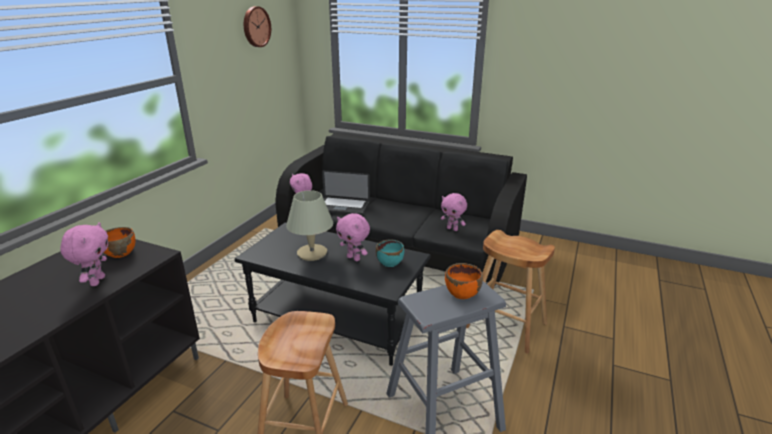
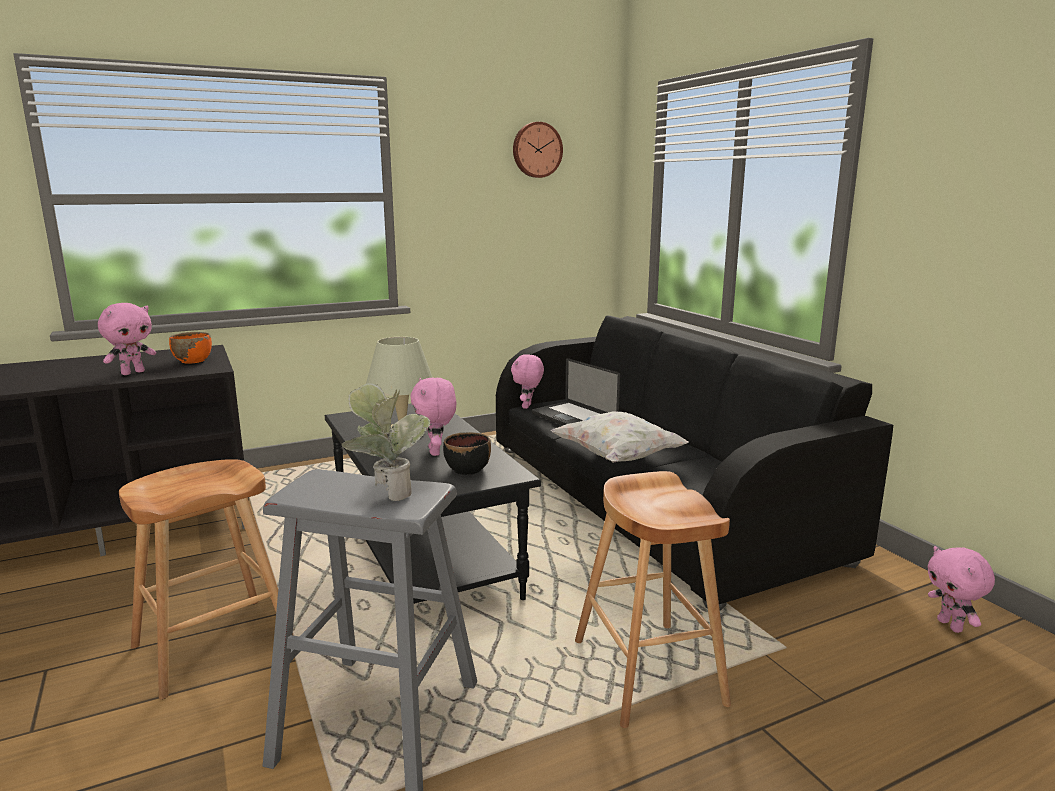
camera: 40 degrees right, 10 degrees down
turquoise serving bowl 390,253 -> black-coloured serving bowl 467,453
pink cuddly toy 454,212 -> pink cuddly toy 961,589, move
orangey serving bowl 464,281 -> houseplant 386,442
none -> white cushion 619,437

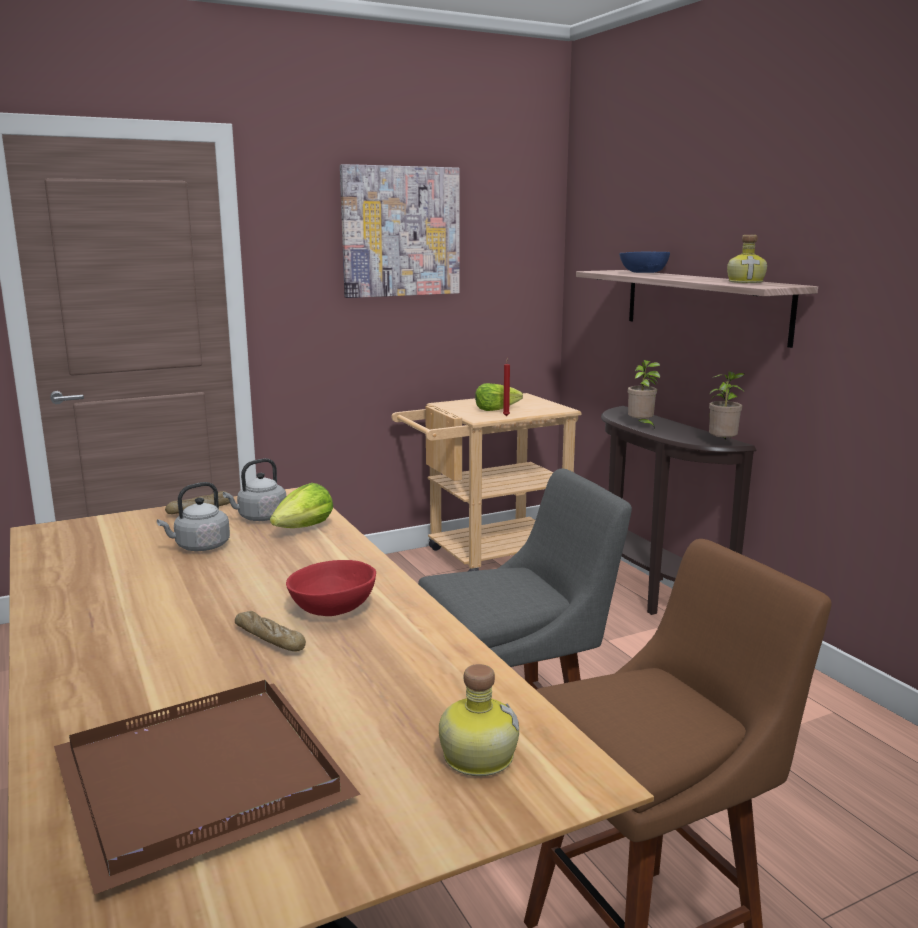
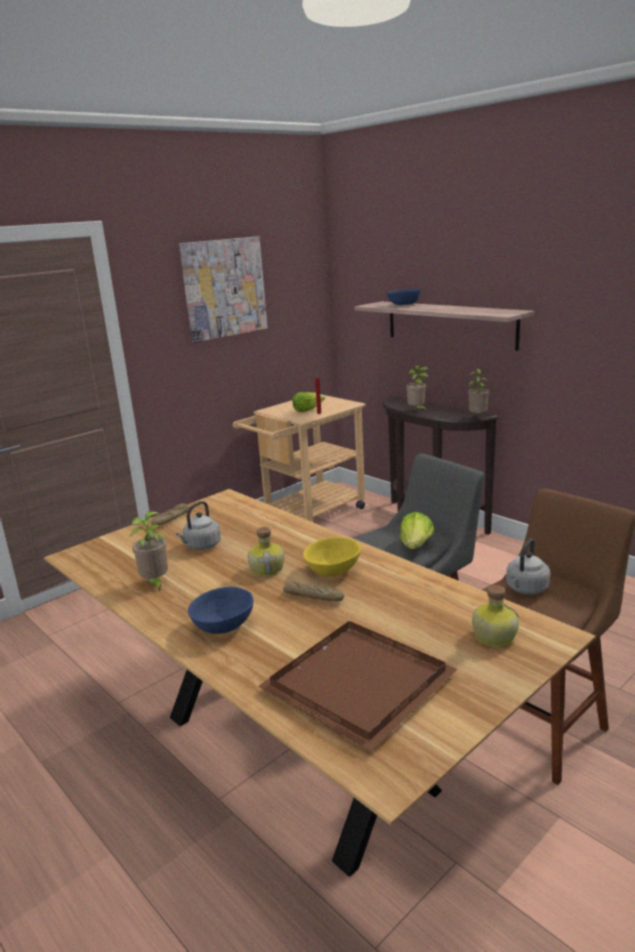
camera: 15 degrees left, 5 degrees up
grey water kettle 254,489 -> grey water kettle 528,567, move
lettuce 301,505 -> lettuce 417,530, move
red serving bowl 331,588 -> yellow-coloured serving bowl 332,556
beverage bottle 747,259 -> beverage bottle 266,552, move
none -> houseplant 149,551
none -> bluish serving bowl 221,610

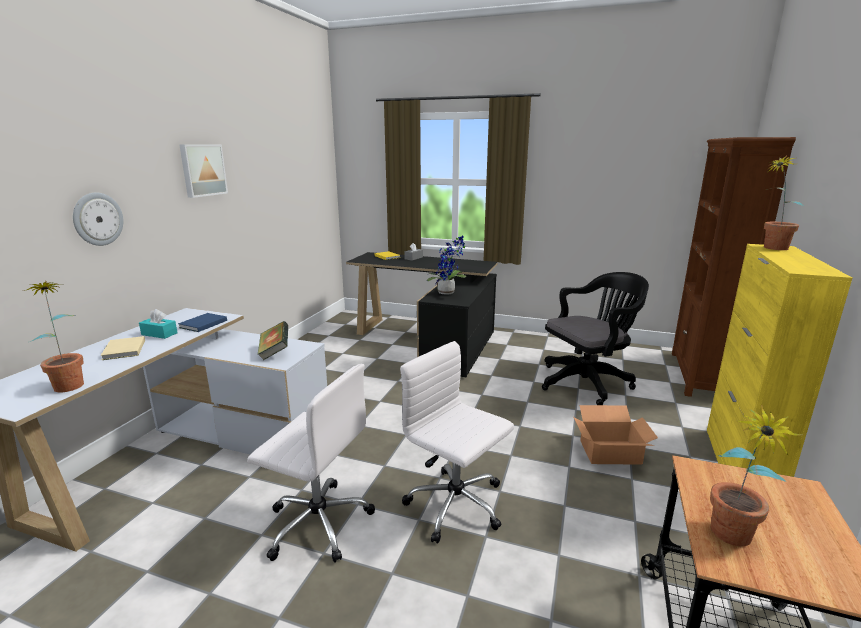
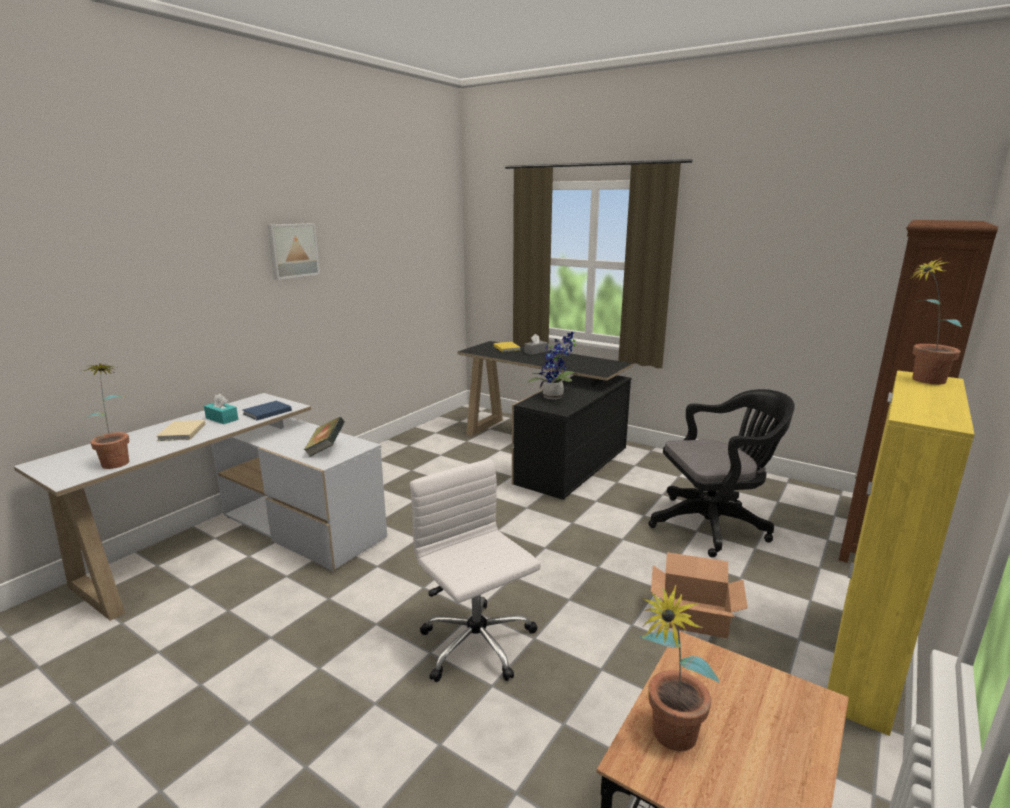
camera: 15 degrees right, 0 degrees up
hanging clock 98,219 -> none
white office chair 311,463 -> none

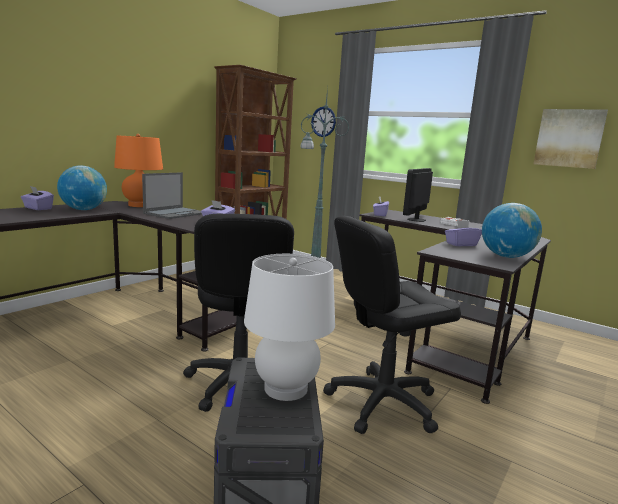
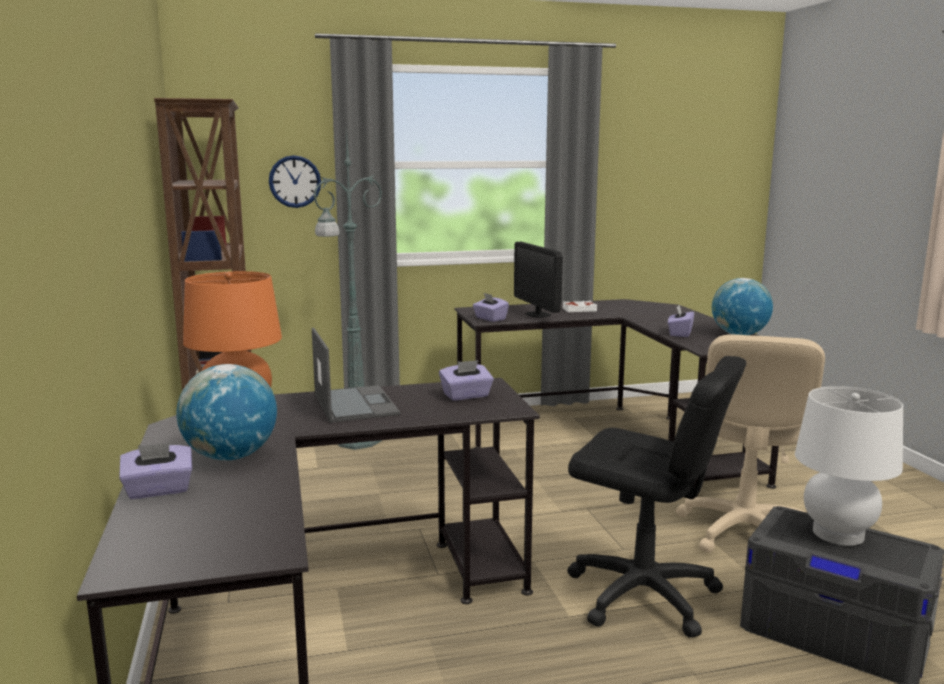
camera: 50 degrees left, 0 degrees up
black-coloured office chair 392,325 -> sand-coloured office chair 750,443
picture 570,139 -> none

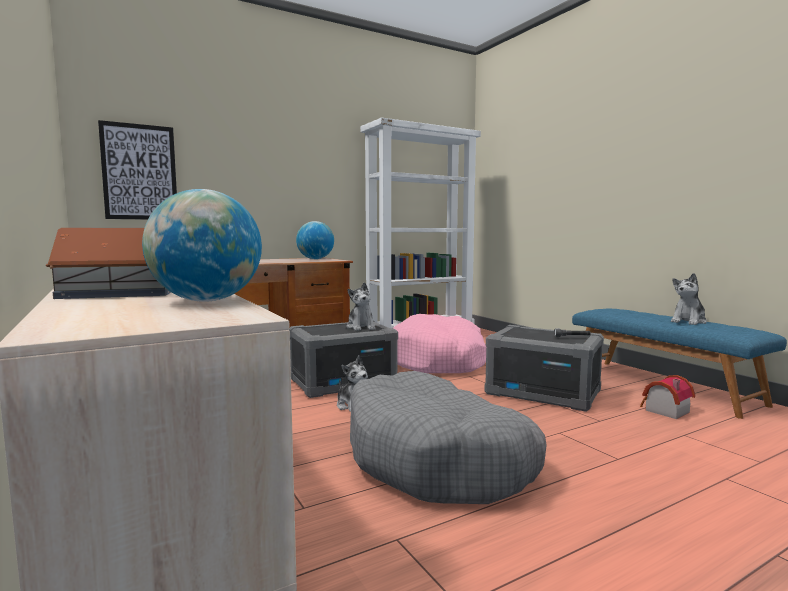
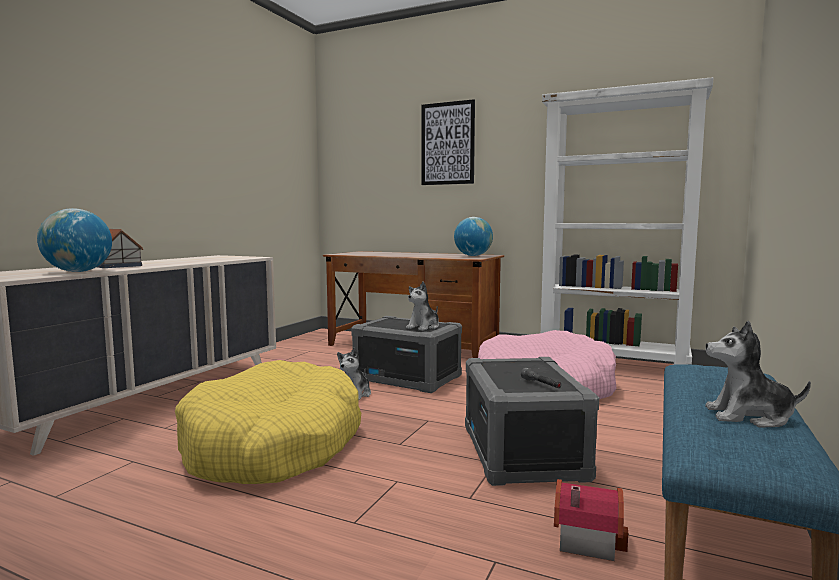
camera: 55 degrees right, 0 degrees up
picture 137,170 -> picture 448,142, move
grey dog cushion 448,437 -> yellow-coloured dog cushion 268,422

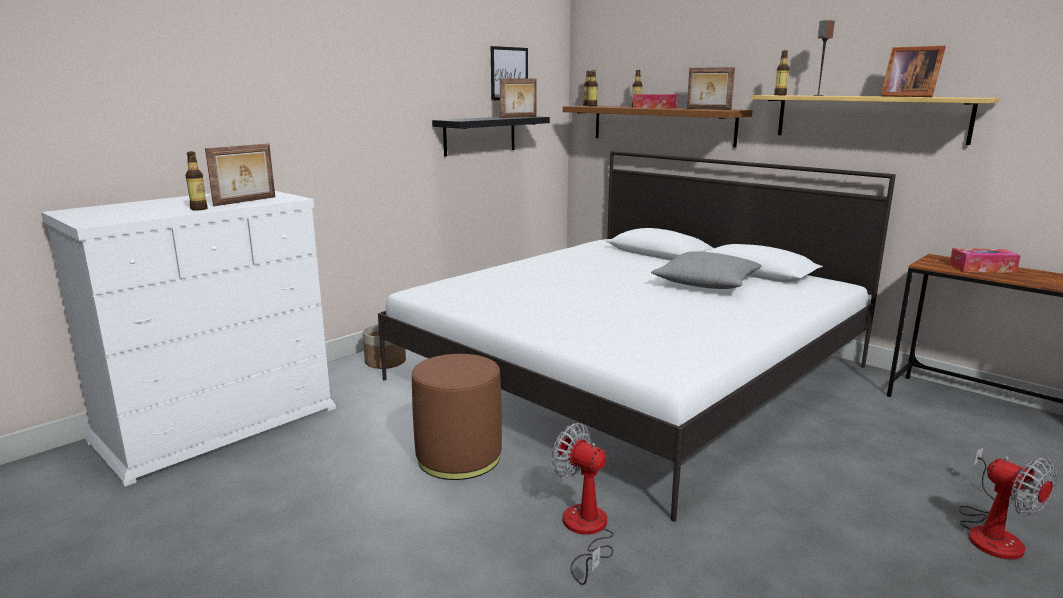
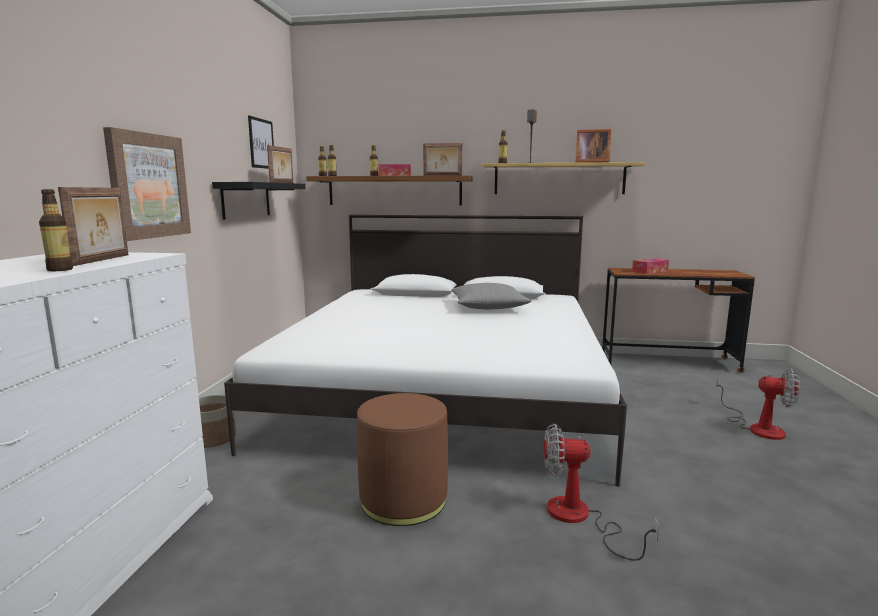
camera: 35 degrees left, 5 degrees down
none -> picture 147,184

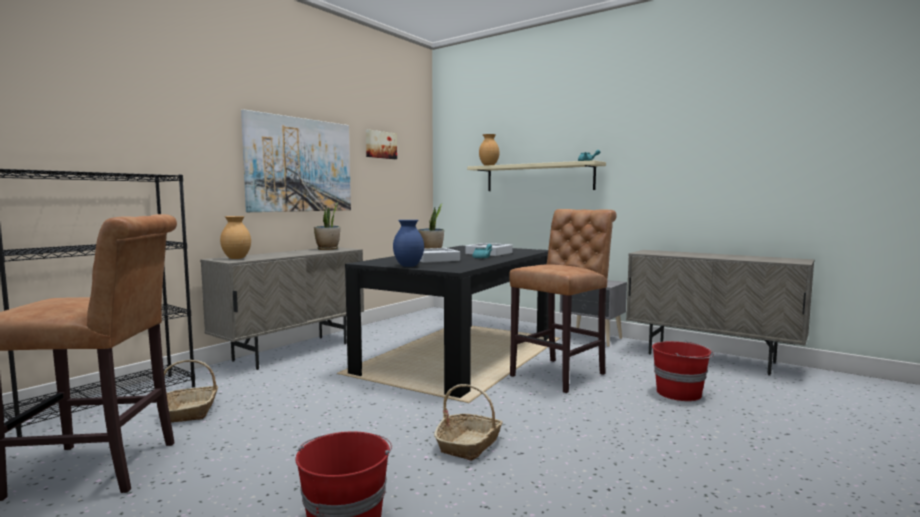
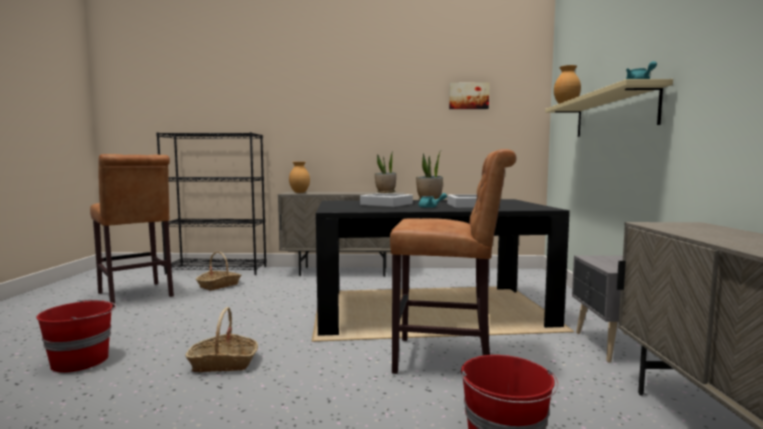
camera: 55 degrees right, 0 degrees up
picture 296,161 -> none
bluish flower vase 408,243 -> none

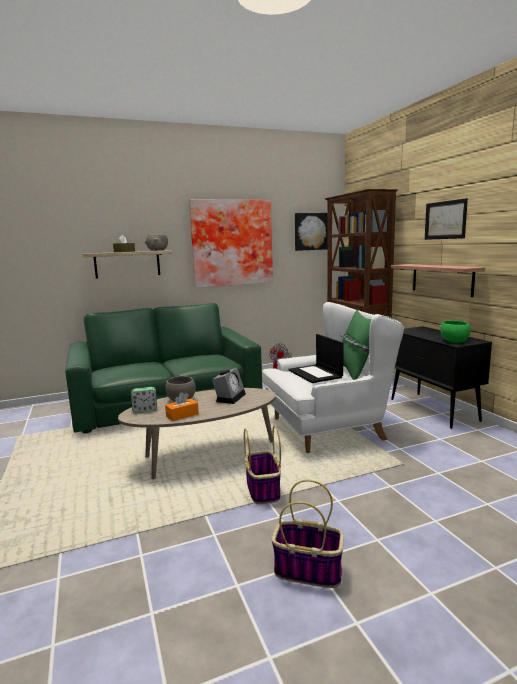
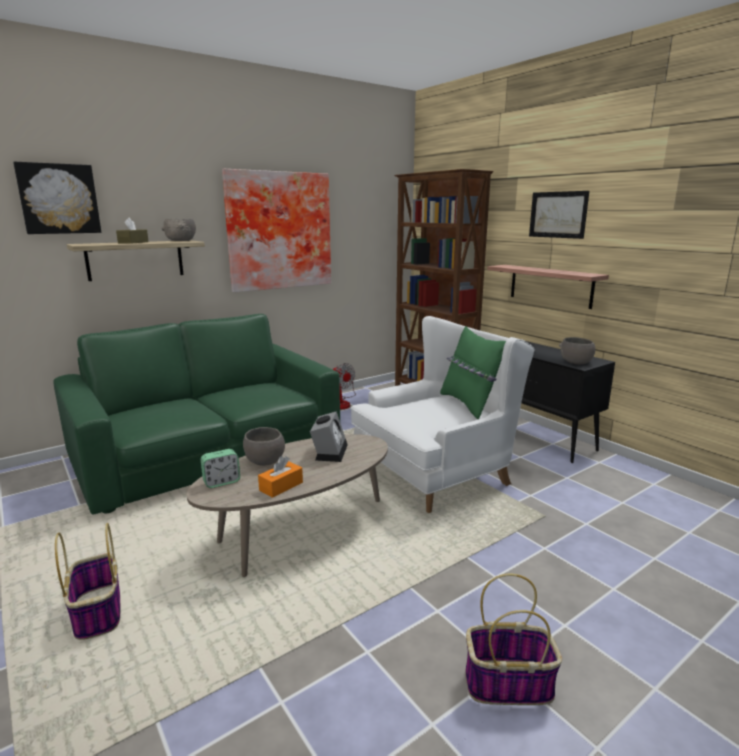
camera: 15 degrees left, 5 degrees up
basket 262,465 -> basket 87,581, move
portable computer 316,358 -> none
picture 311,232 -> picture 57,198, move
greenish serving bowl 455,331 -> grey serving bowl 577,350

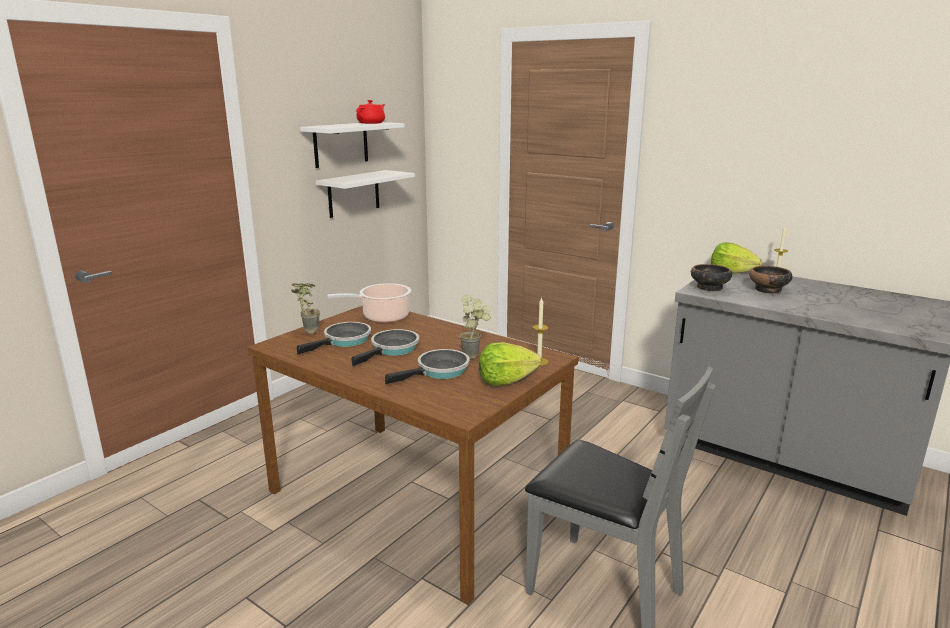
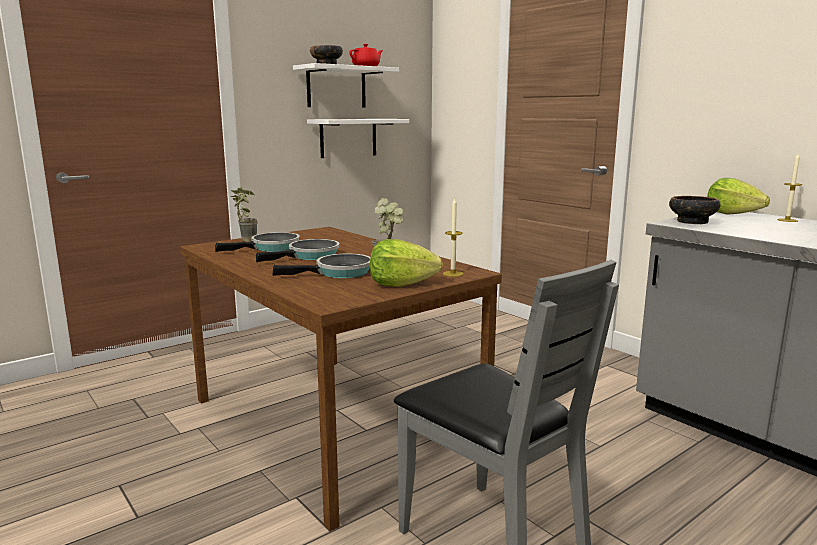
camera: 15 degrees right, 5 degrees down
cooking pot 369,303 -> none
serving bowl 771,279 -> serving bowl 326,54, move

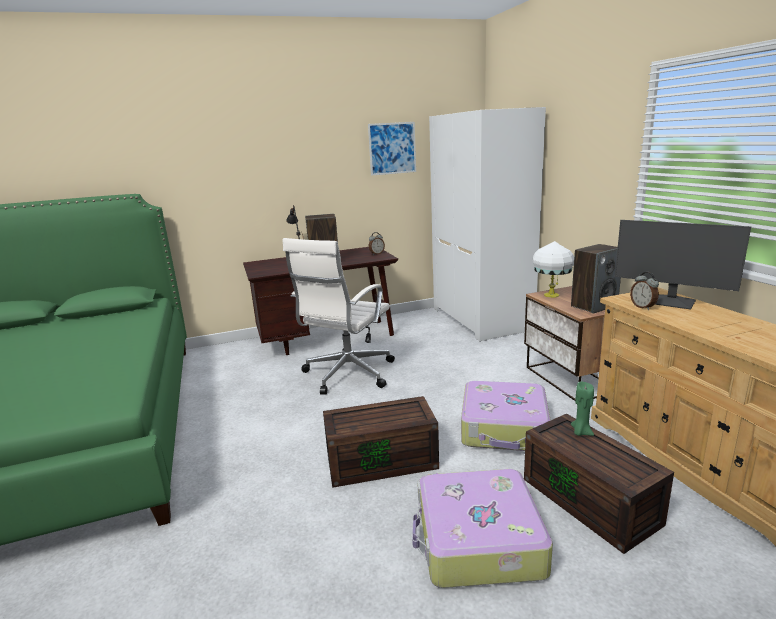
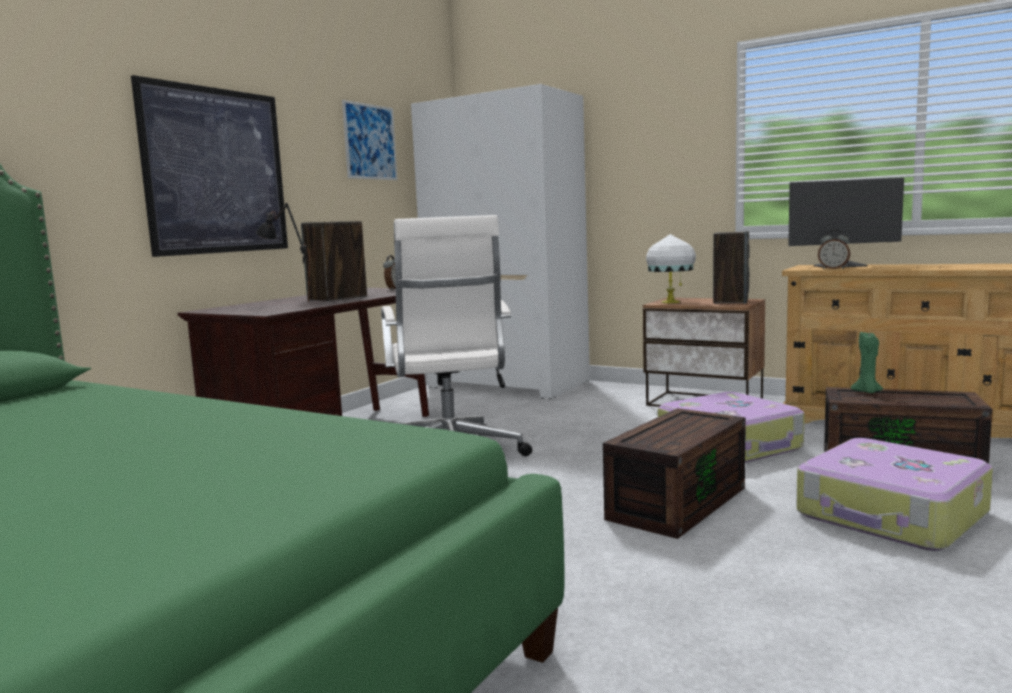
camera: 40 degrees left, 10 degrees down
none -> picture 209,166

